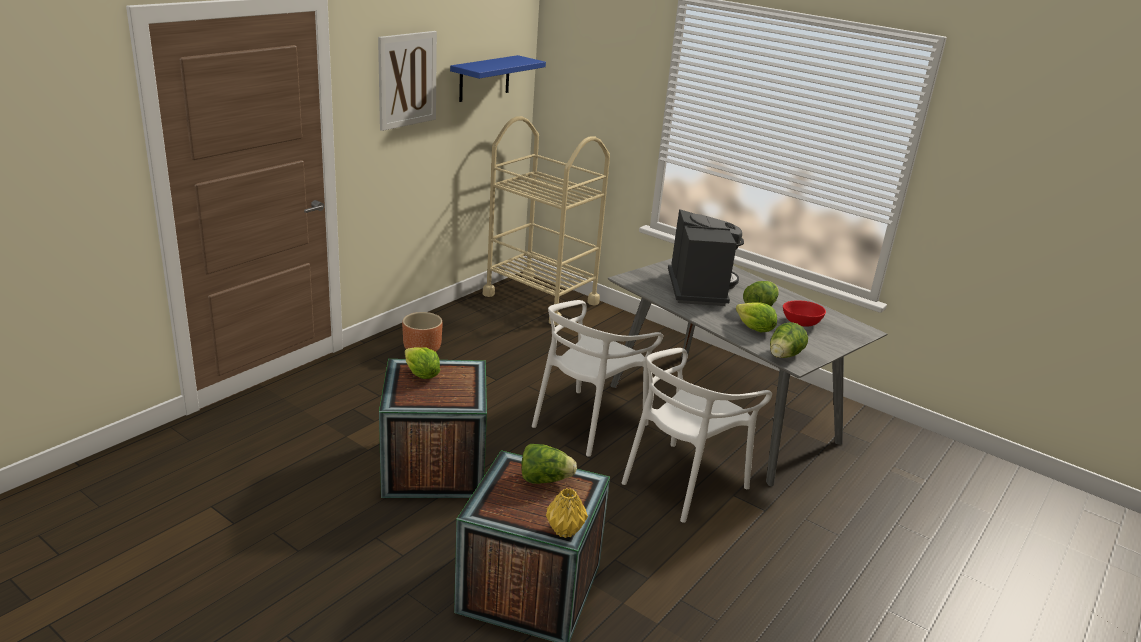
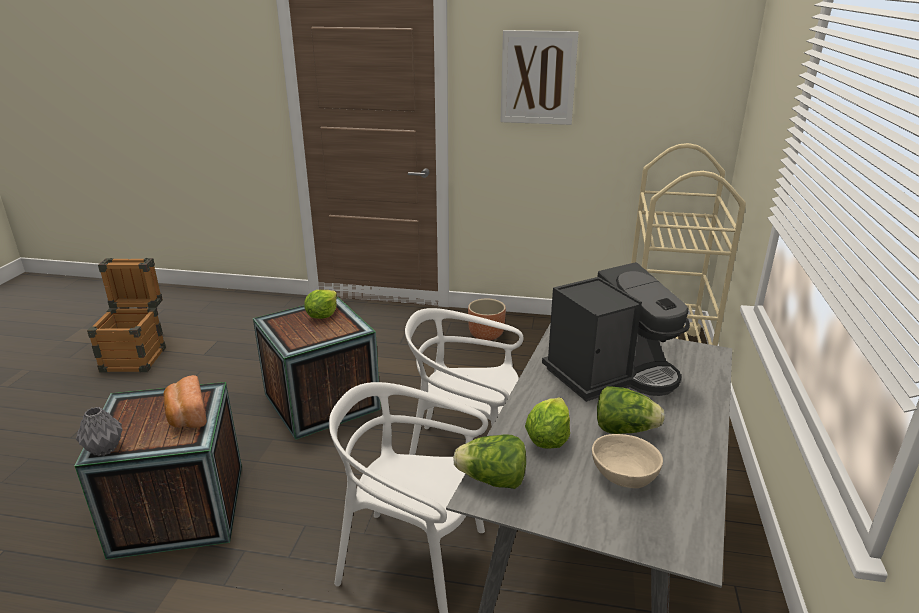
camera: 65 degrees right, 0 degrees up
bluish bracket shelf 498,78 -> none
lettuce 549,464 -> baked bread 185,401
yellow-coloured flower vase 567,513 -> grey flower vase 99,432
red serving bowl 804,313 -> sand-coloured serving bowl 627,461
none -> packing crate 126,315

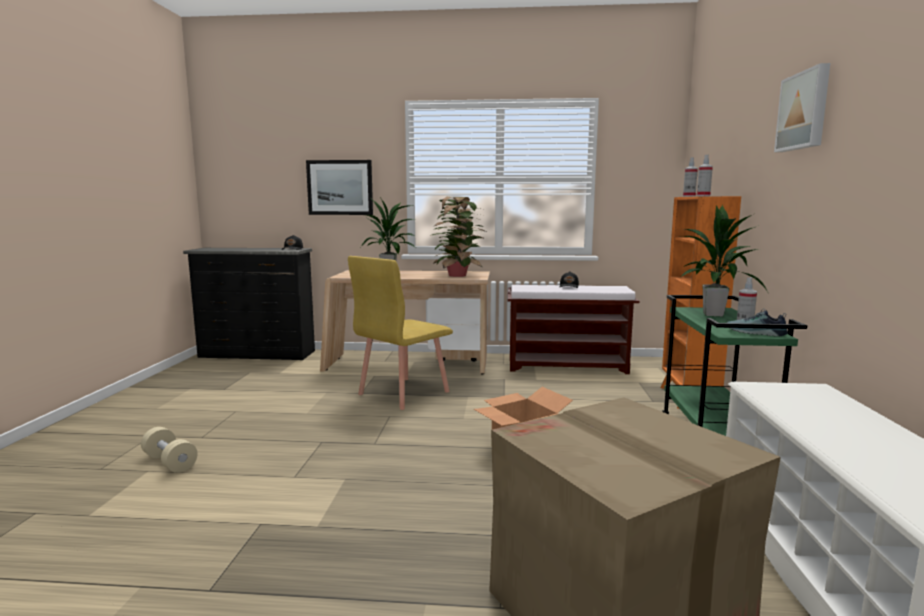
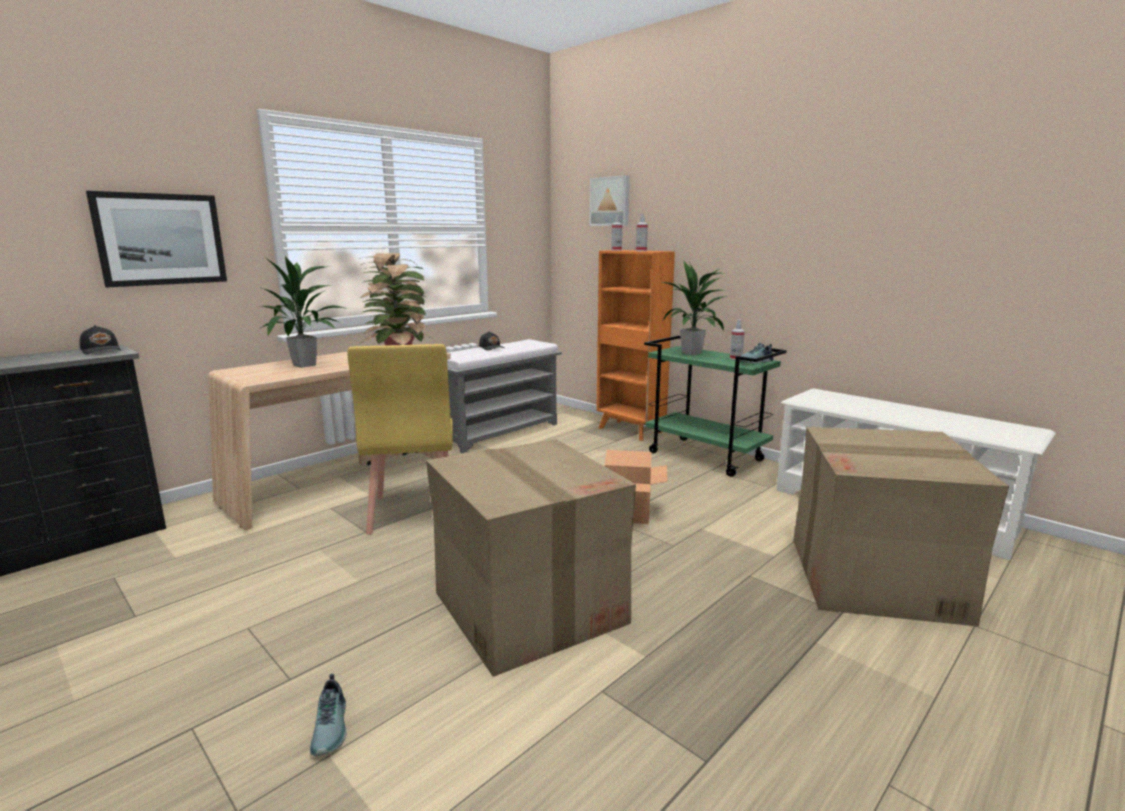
camera: 50 degrees left, 5 degrees up
sand-coloured dumbbell 169,450 -> low shoe 328,715
brown long seat 573,329 -> grey long seat 504,396
picture 802,107 -> picture 610,200, move
none -> packing box 531,558

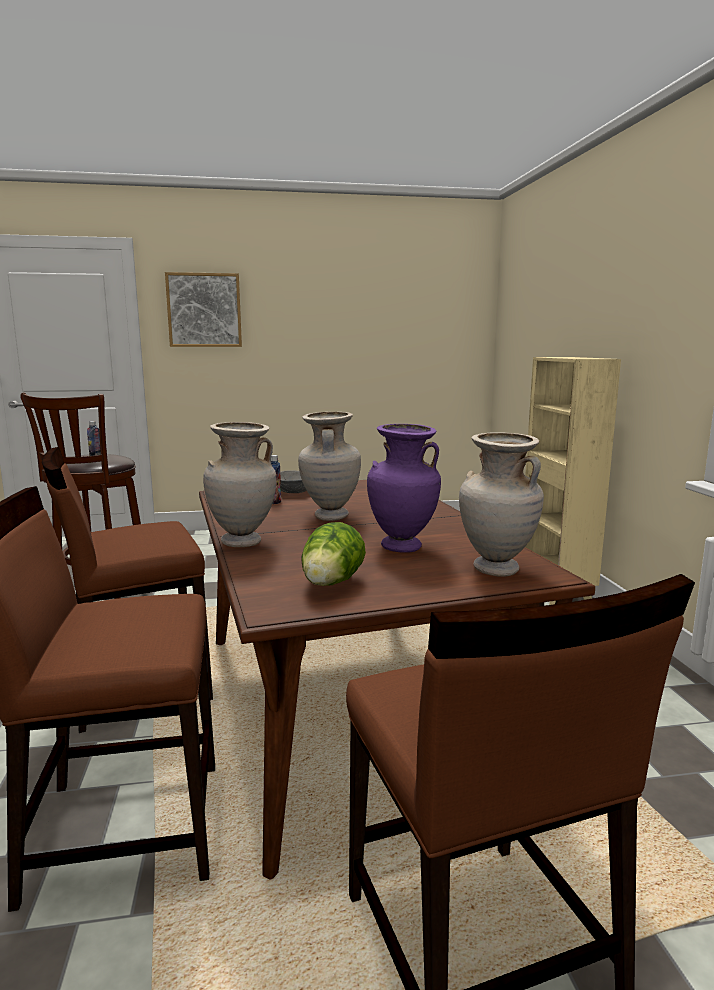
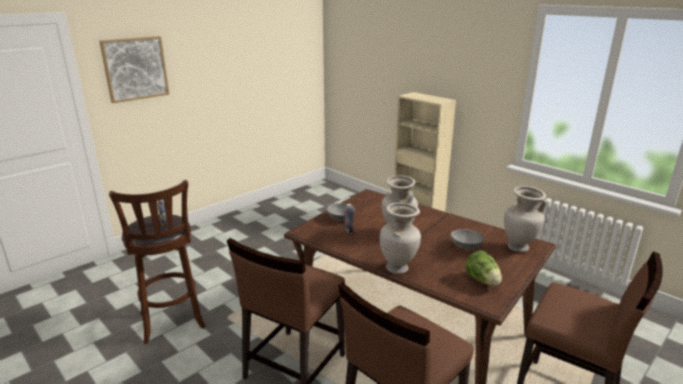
camera: 35 degrees left, 10 degrees up
purple-coloured flower vase 404,488 -> grey serving bowl 467,239

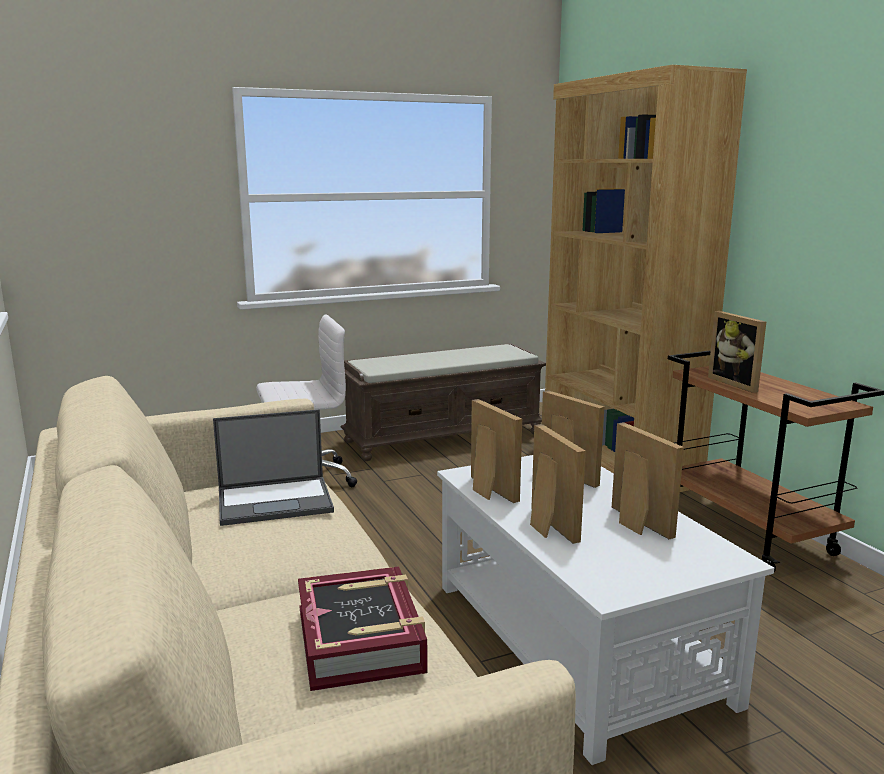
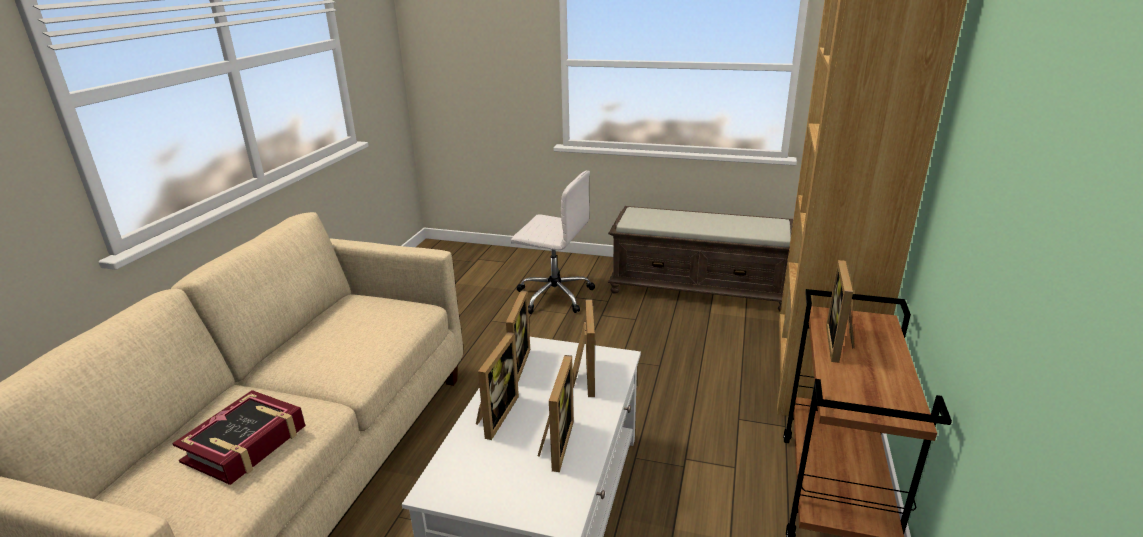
camera: 40 degrees right, 10 degrees up
portable computer 273,467 -> none

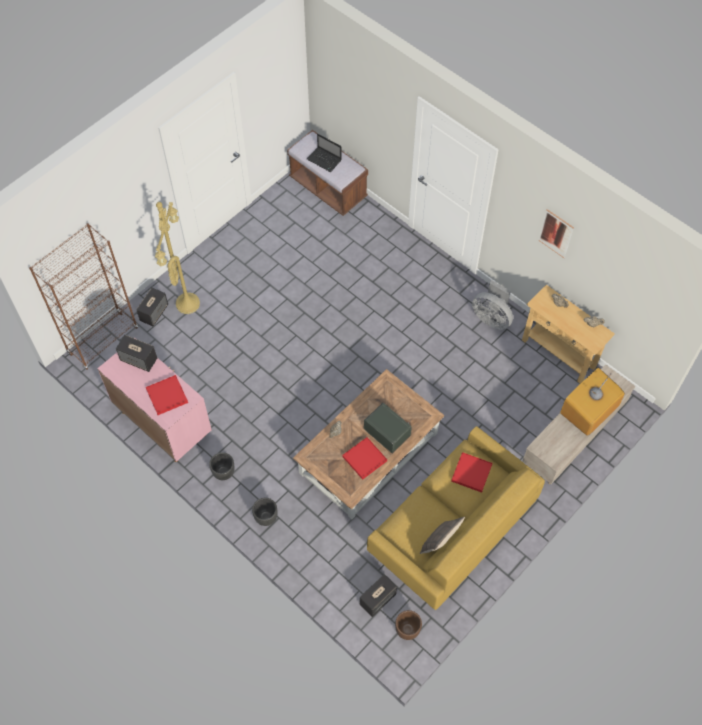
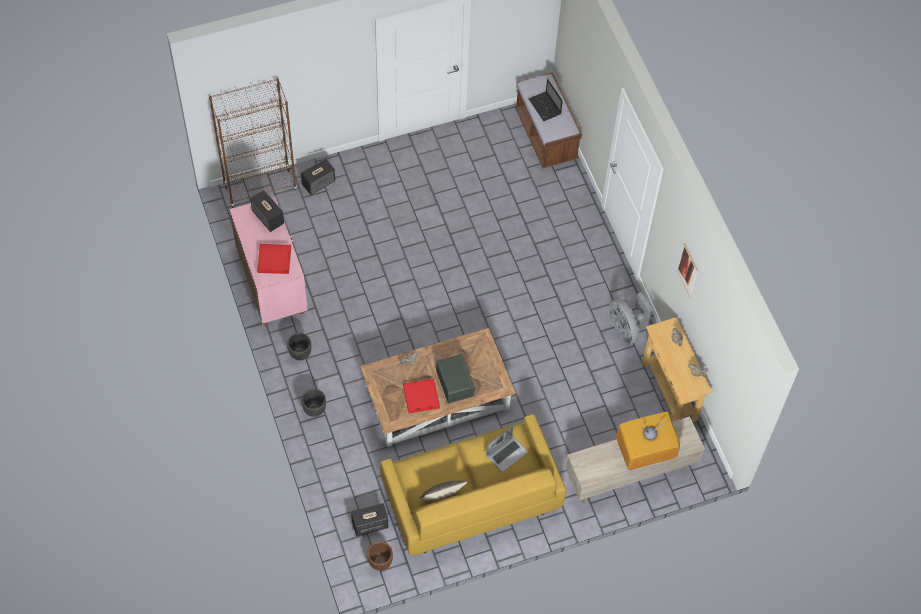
camera: 25 degrees right, 0 degrees up
yellow-coloured floor lamp 177,258 -> none
red carrying tray 471,472 -> portable computer 507,448

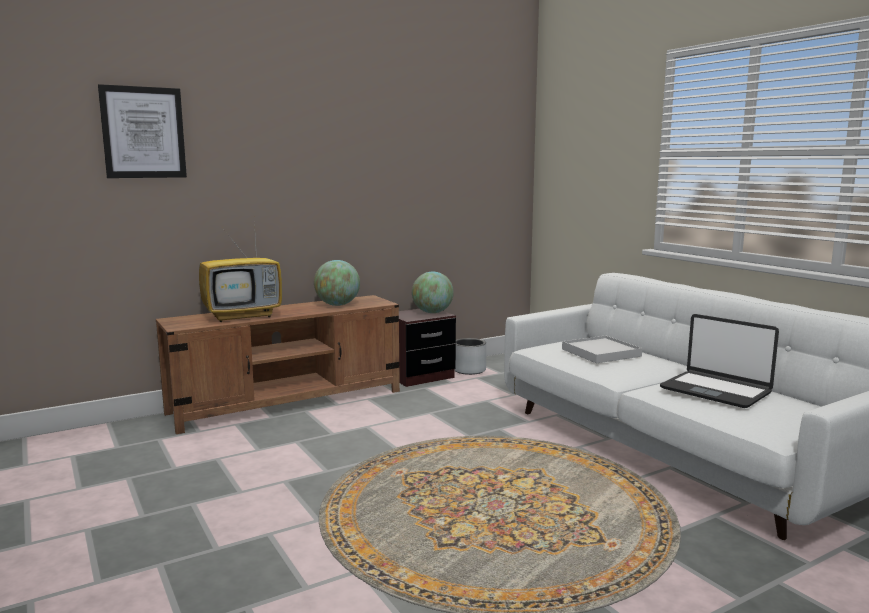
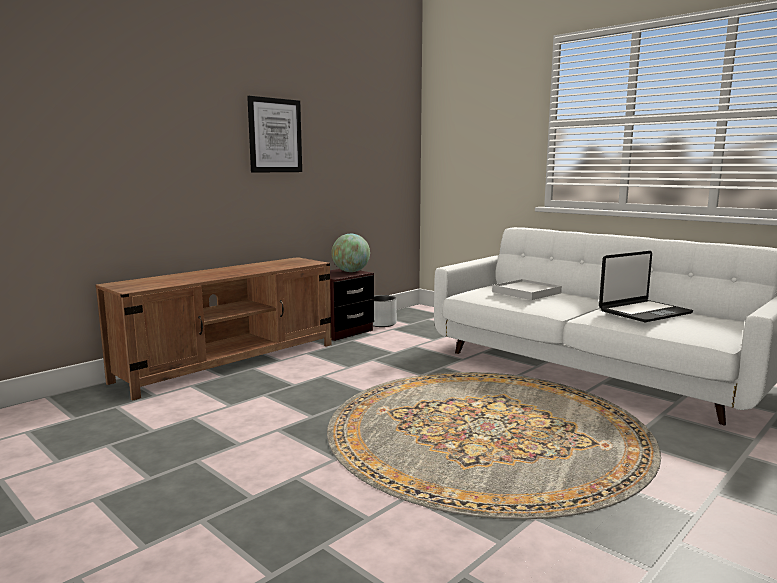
camera: 15 degrees left, 0 degrees up
picture 142,131 -> picture 274,134, move
TV set 240,272 -> none
world globe 337,283 -> none
portable computer 719,361 -> portable computer 646,286, 60 degrees counterclockwise

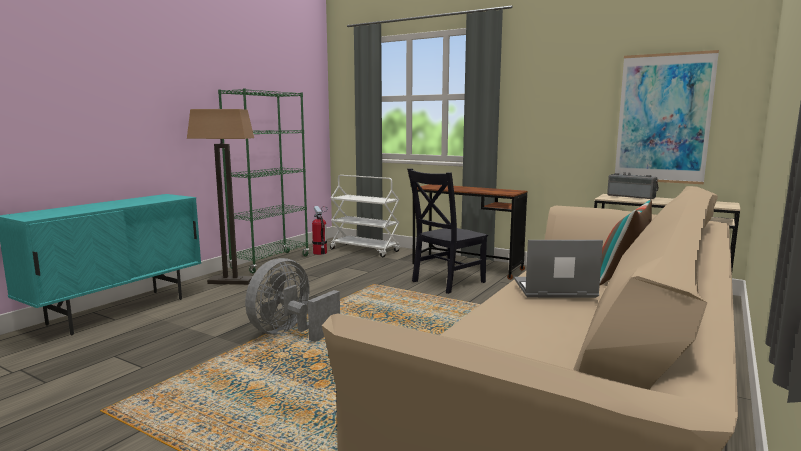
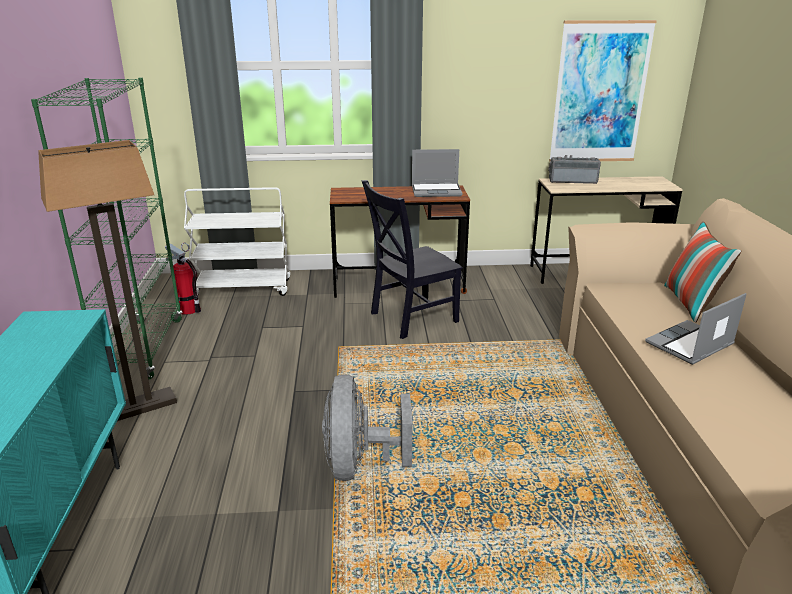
camera: 35 degrees left, 15 degrees up
black-coloured plain chair 447,231 -> black-coloured plain chair 412,259, 45 degrees clockwise
none -> portable computer 437,173

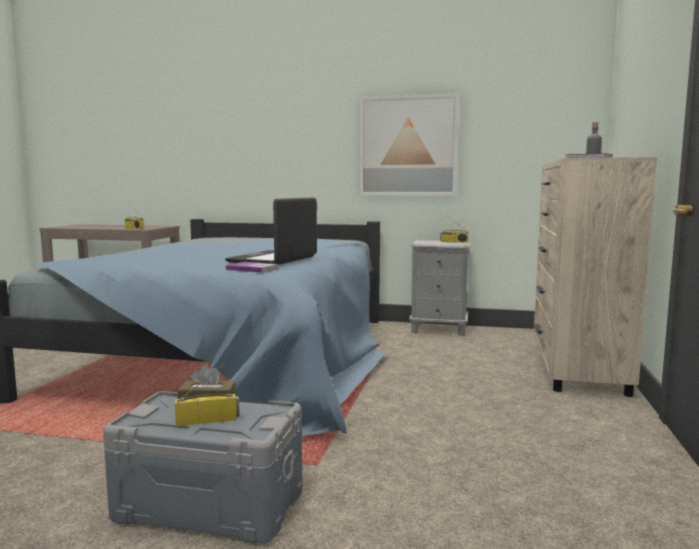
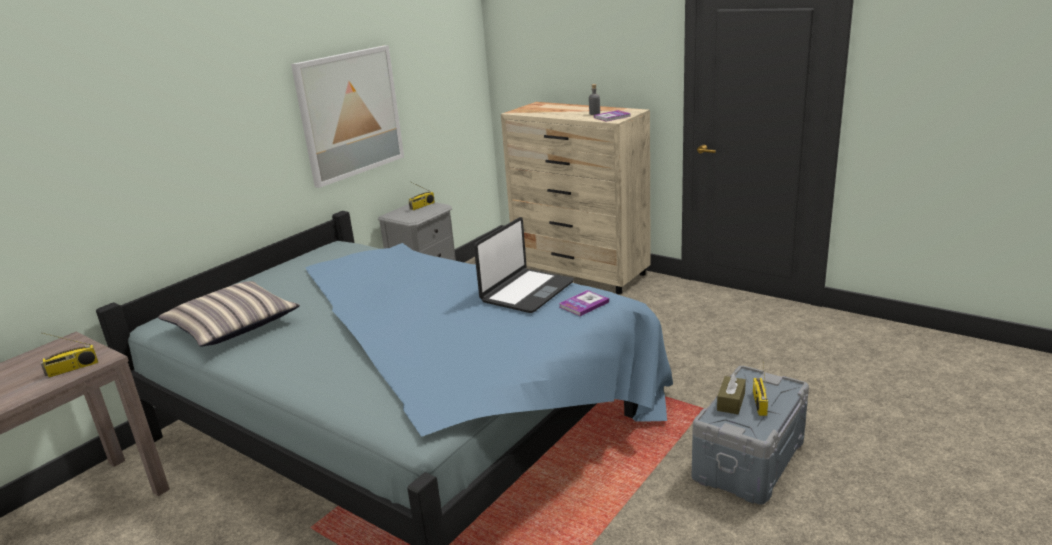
camera: 65 degrees left, 15 degrees up
portable computer 271,231 -> portable computer 524,265, 105 degrees counterclockwise
none -> cushion 229,313

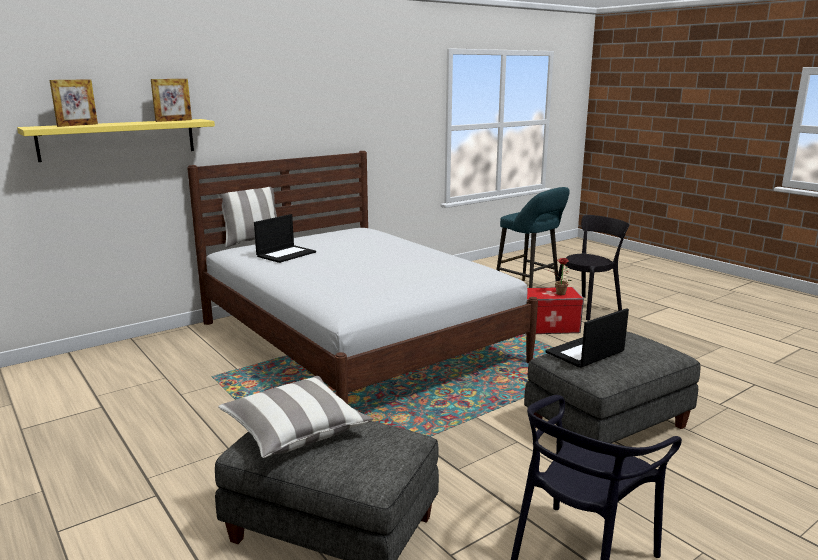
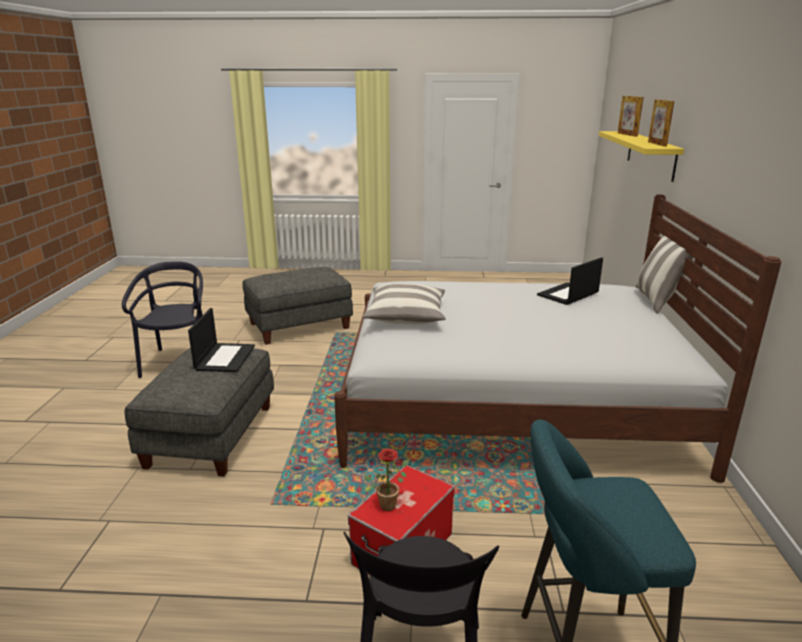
camera: 130 degrees right, 5 degrees up
cushion 295,417 -> cushion 404,303, move
portable computer 285,238 -> portable computer 570,281, 60 degrees clockwise

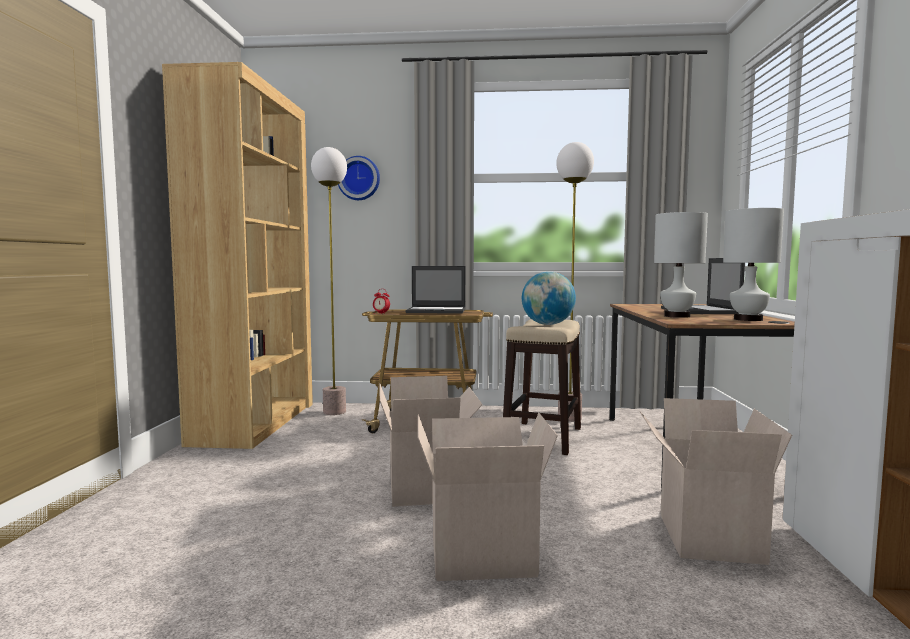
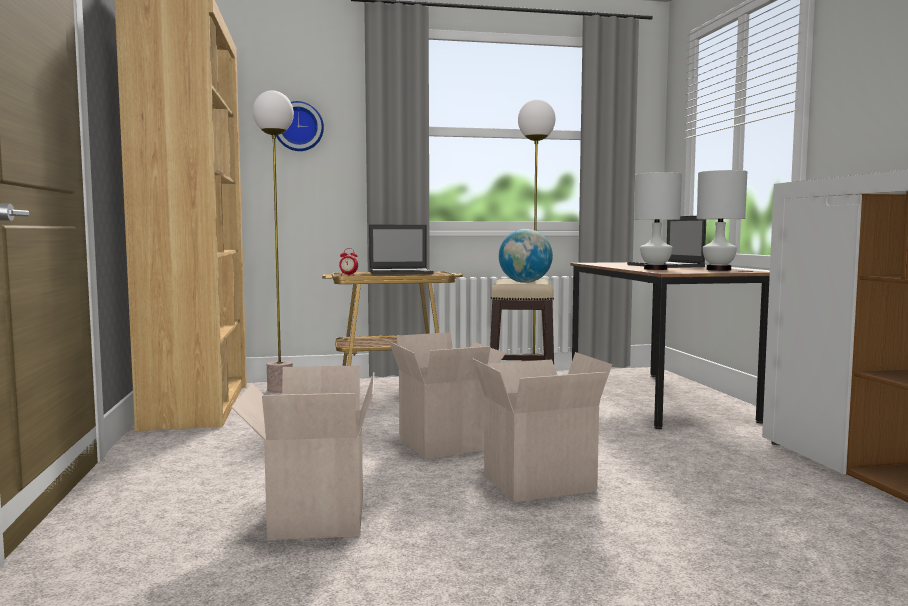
camera: 15 degrees left, 0 degrees up
packing box 716,481 -> packing box 302,452, move

